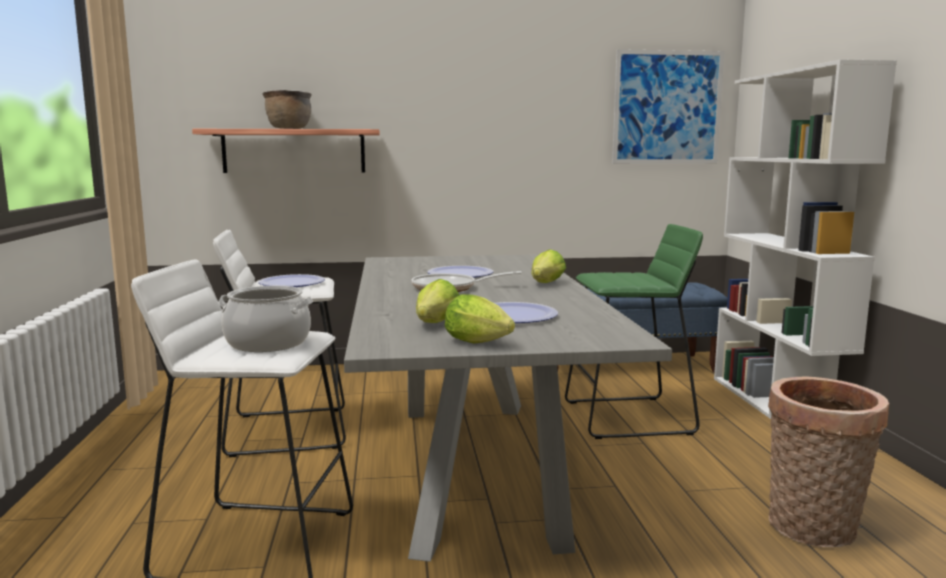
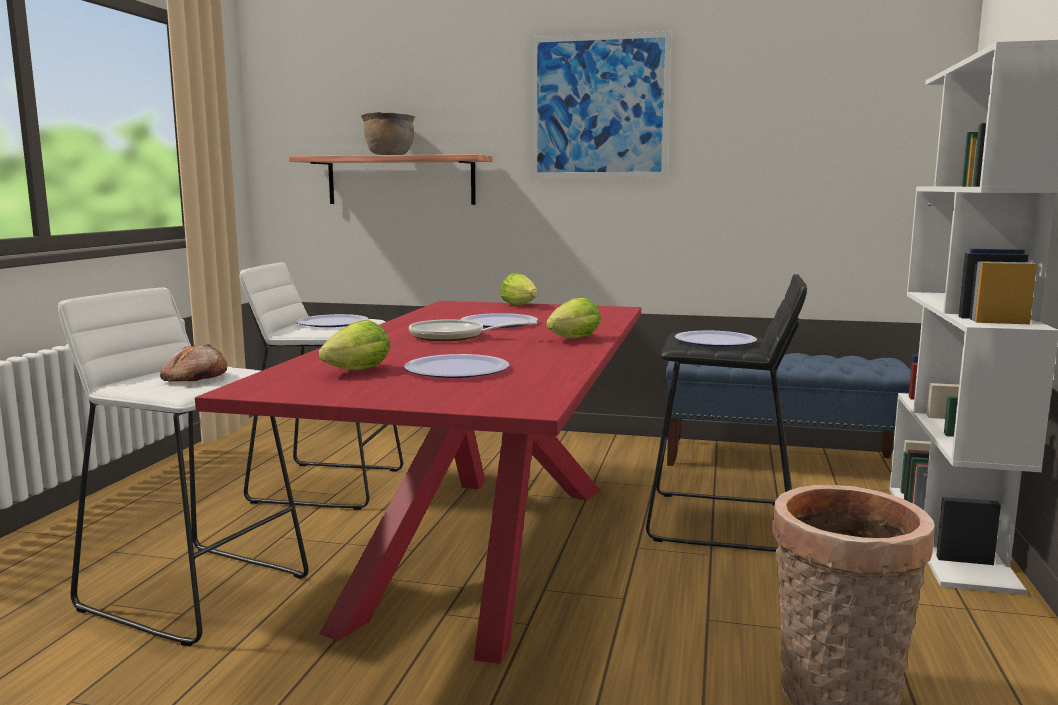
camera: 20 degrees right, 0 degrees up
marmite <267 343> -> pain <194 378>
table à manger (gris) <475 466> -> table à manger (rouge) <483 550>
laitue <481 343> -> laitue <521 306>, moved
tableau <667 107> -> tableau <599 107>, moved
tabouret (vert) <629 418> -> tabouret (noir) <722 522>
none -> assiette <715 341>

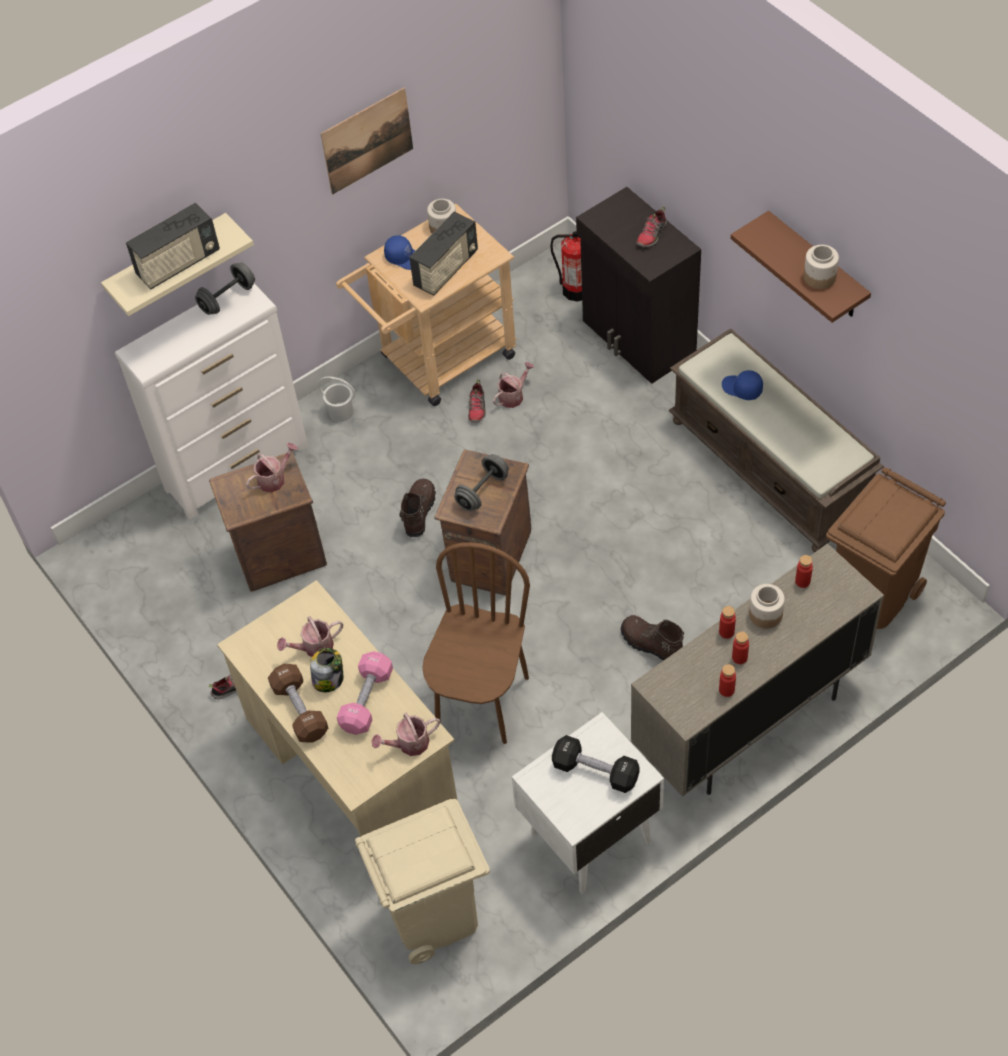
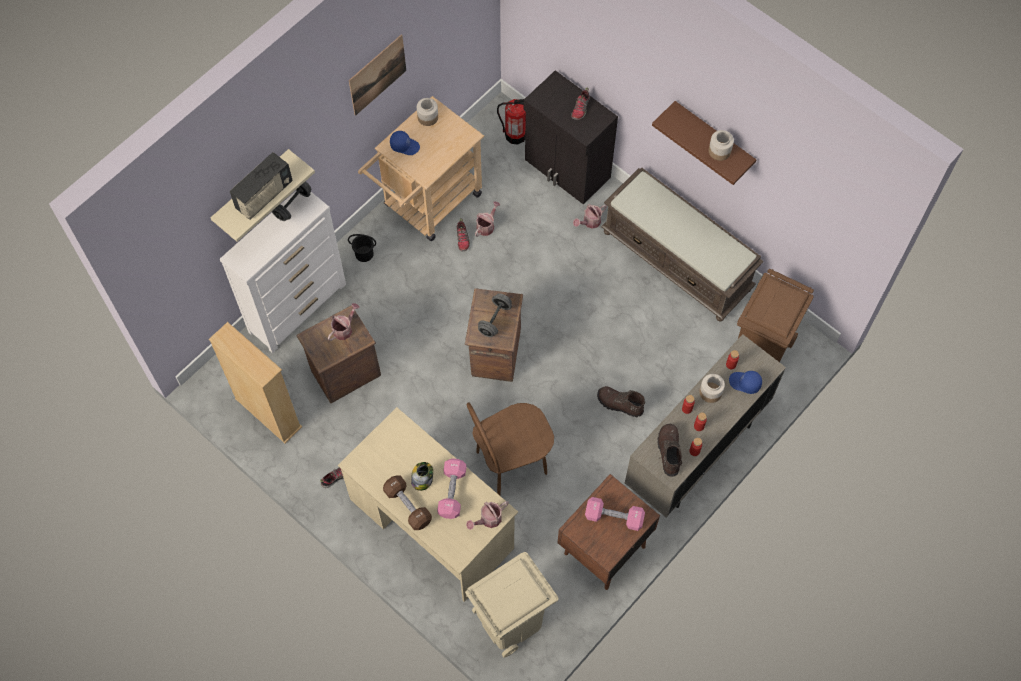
camera: 15 degrees left, 10 degrees up
none -> bibliothèque (beige) <268 413>
seau (blanc) <341 411> -> seau (noir) <364 253>
chaise (marron) <481 702> -> chaise (marron) <511 463>, 120 degrees counterclockwise
table de chevet (blanc) <588 837> -> table de chevet (marron) <603 550>
arrosoir <314 648> -> arrosoir <589 222>, moved
haltère (noir) <595 771> -> haltère (rose) <614 517>
botte (marron) <418 512> -> botte (marron) <668 452>, moved
casquette (bleu) <741 389> -> casquette (bleu) <744 383>, moved
radio <446 270> -> none

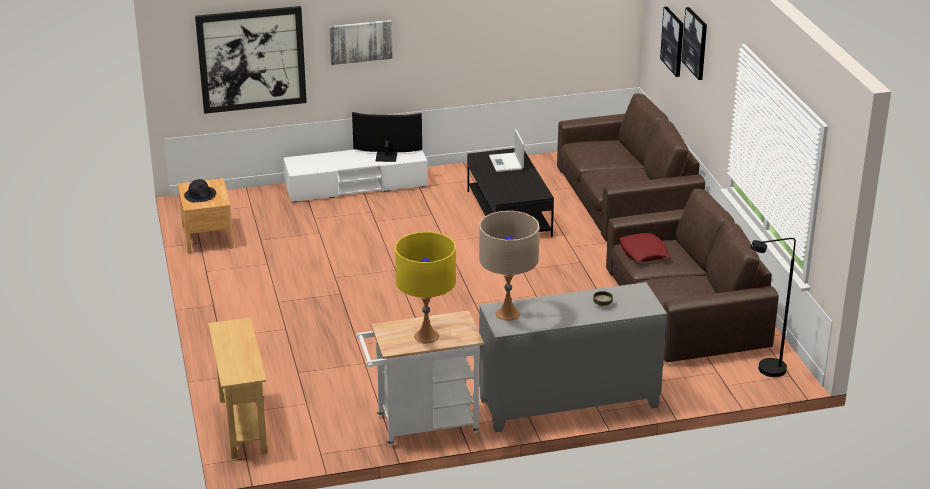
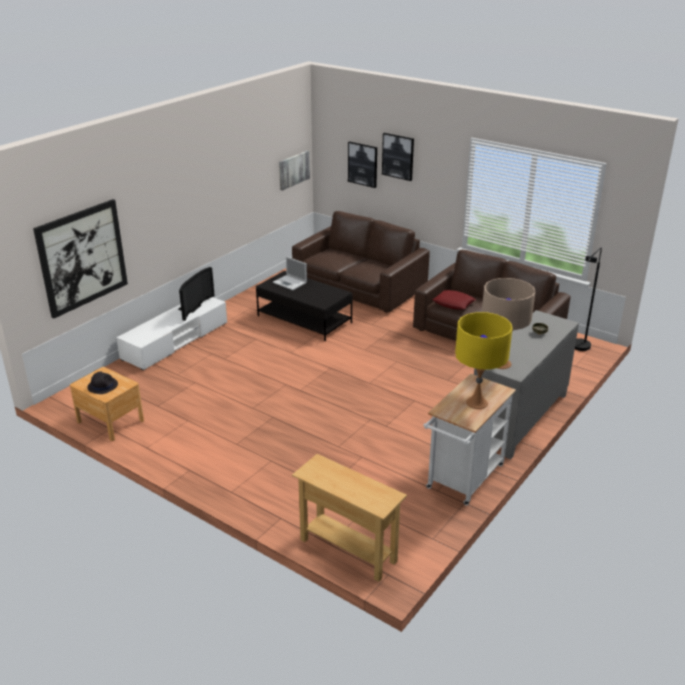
camera: 40 degrees left, 0 degrees up
téléviseur <387 155> -> téléviseur <192 308>, 150 degrees clockwise
tableau <360 41> -> tableau <293 170>, moved

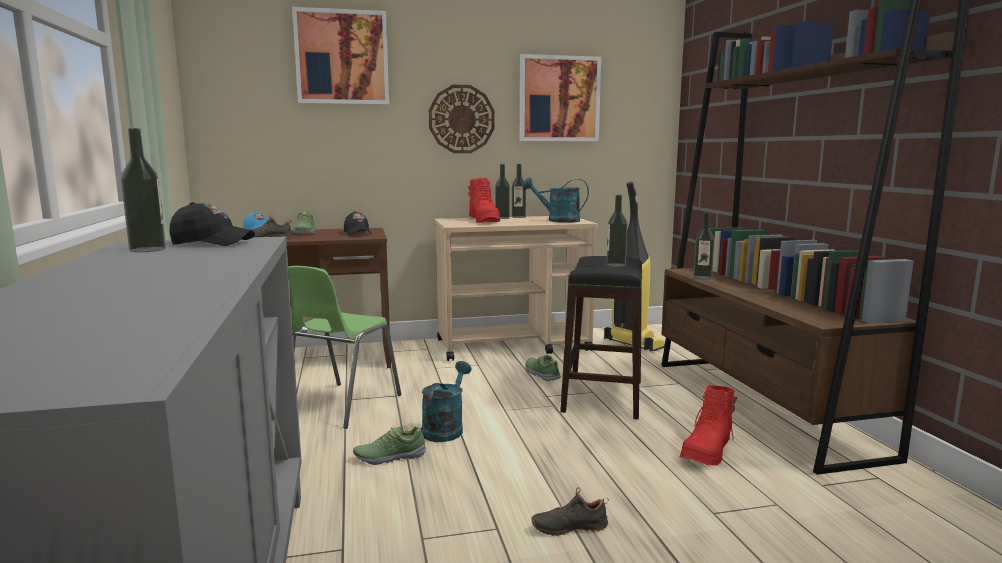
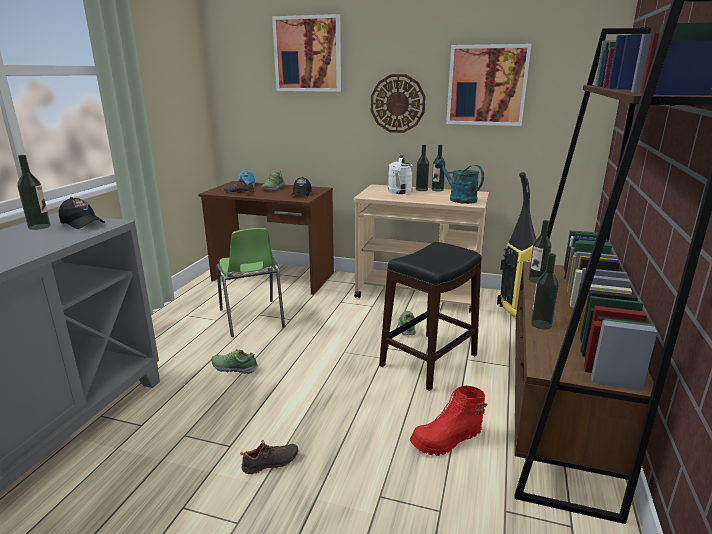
camera: 30 degrees right, 10 degrees up
chaise (vert) <341 405> -> chaise (vert) <252 318>, 75 degrees counterclockwise
chaussure (noir) <569 526> -> chaussure (noir) <271 463>, 135 degrees clockwise
botte (rouge) <484 221> -> arrosoir (blanc) <399 192>
bouteille <616 265> -> bouteille <541 324>, moved
arrosoir (turquoise) <445 428> -> none

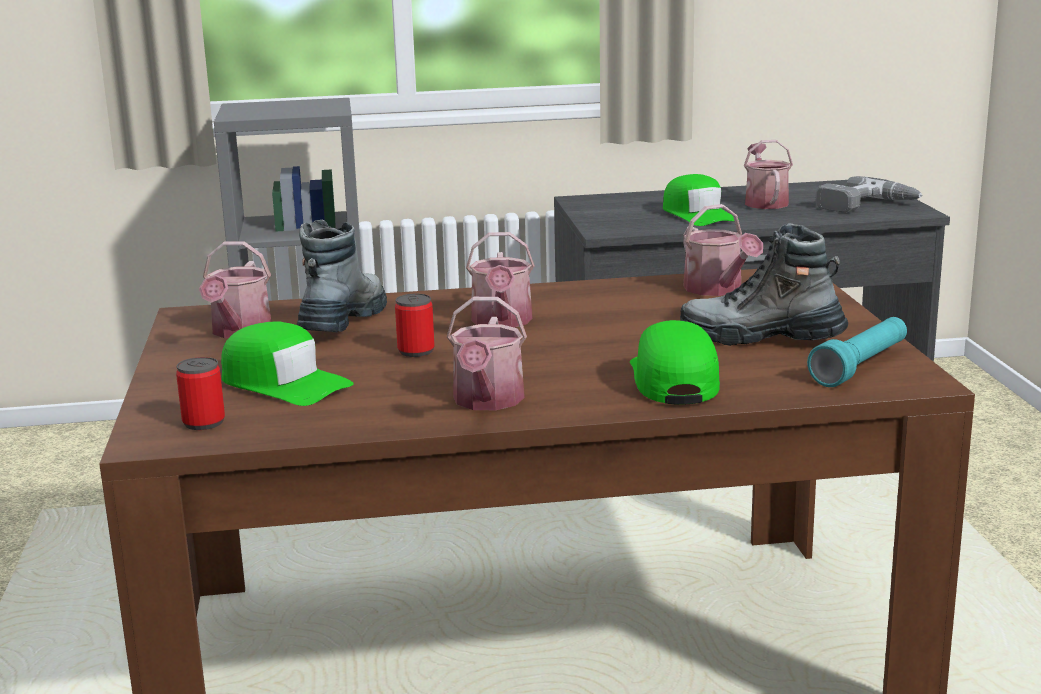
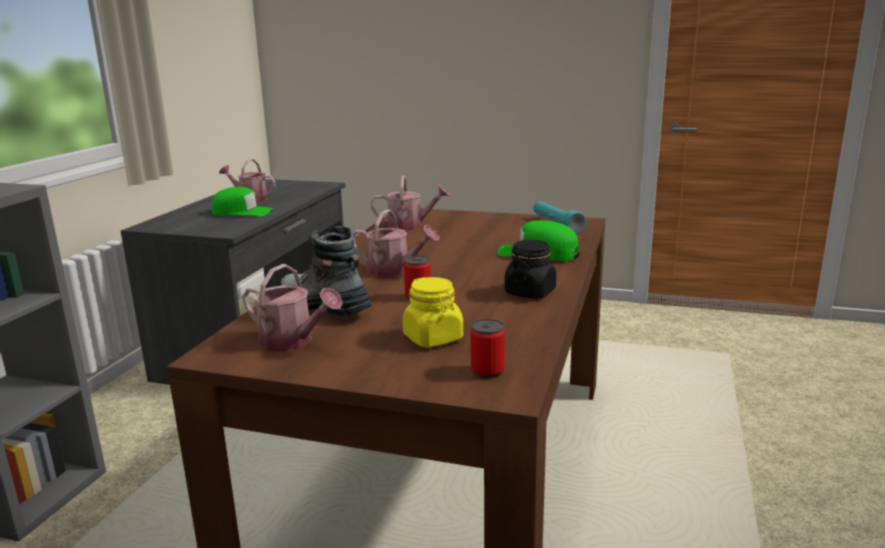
camera: 65 degrees left, 0 degrees up
casquette (vert) <284 383> -> bocal (jaune) <433 338>
arrosoir <487 401> -> bocal (noir) <530 292>
botte <761 337> -> none
perceuse <867 206> -> none

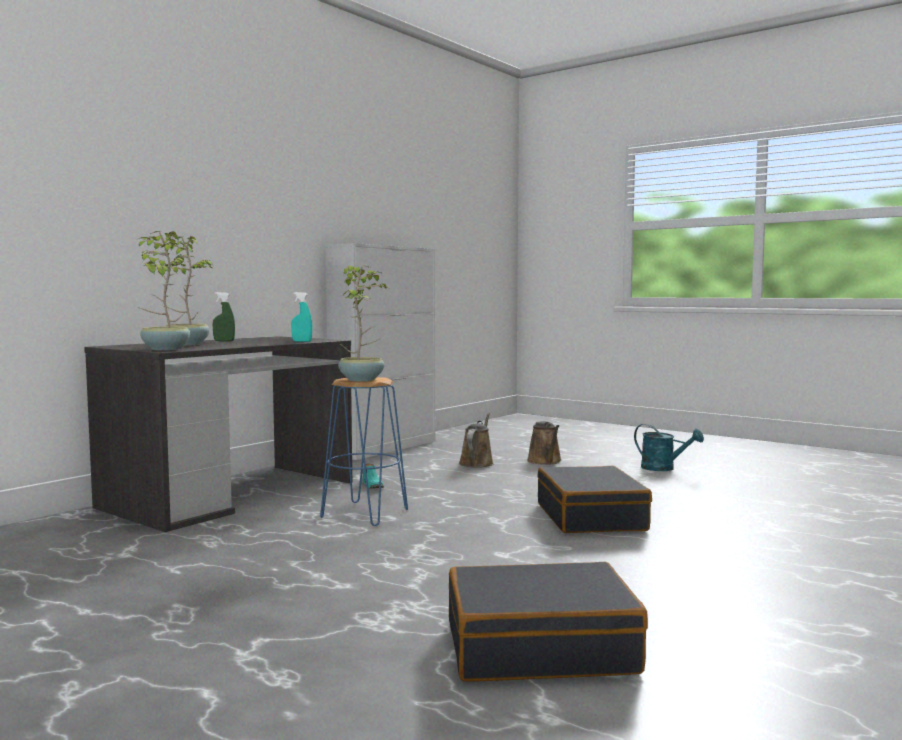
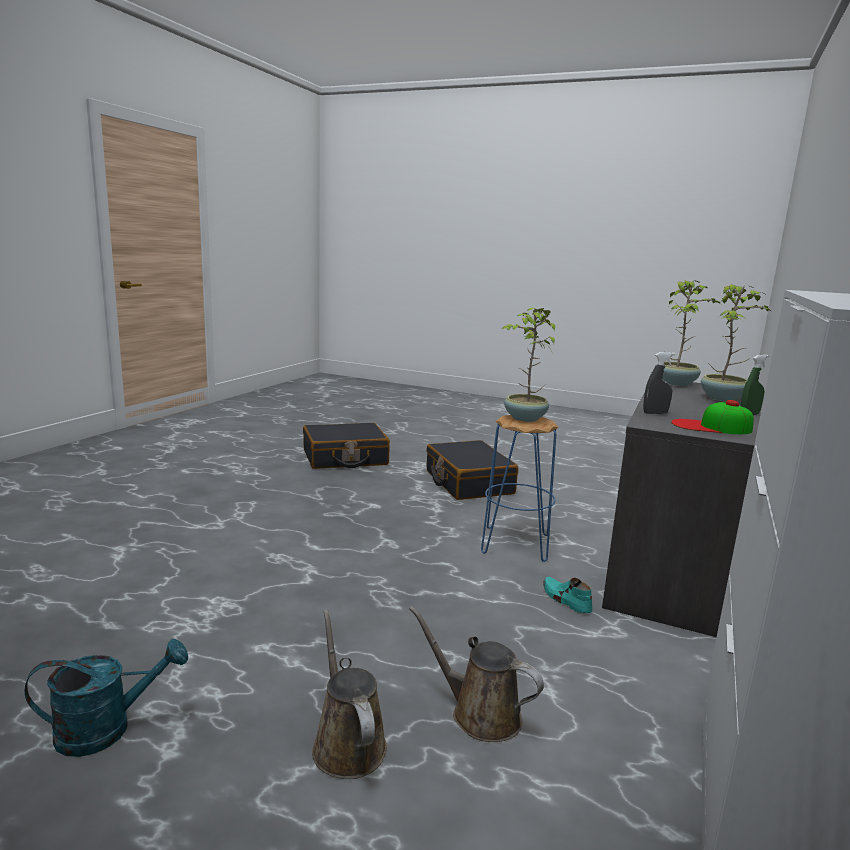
camera: 165 degrees right, 10 degrees up
arrosoir (turquoise) <663 468> -> arrosoir (turquoise) <107 728>, 135 degrees clockwise
arrosoir (marron) <477 463> -> arrosoir (marron) <479 713>, 120 degrees clockwise
valise (noir) <591 517> -> valise (noir) <468 482>, moved
vaporisateur (turquoise) <302 341> -> vaporisateur (gris) <655 413>
none -> casquette <711 427>

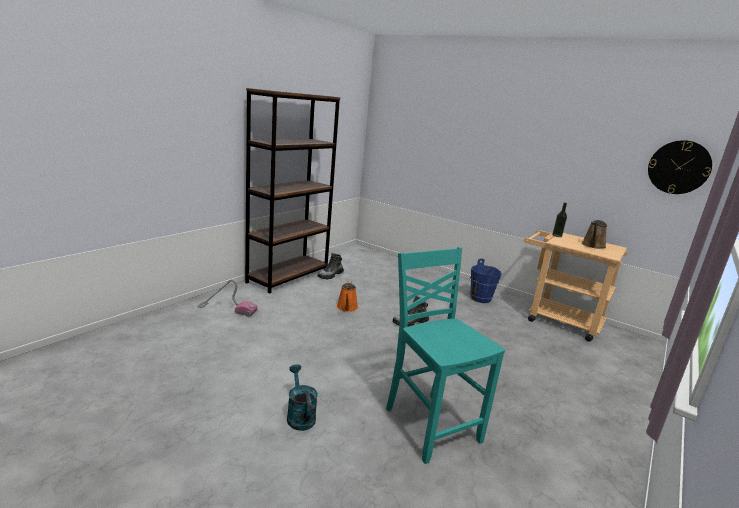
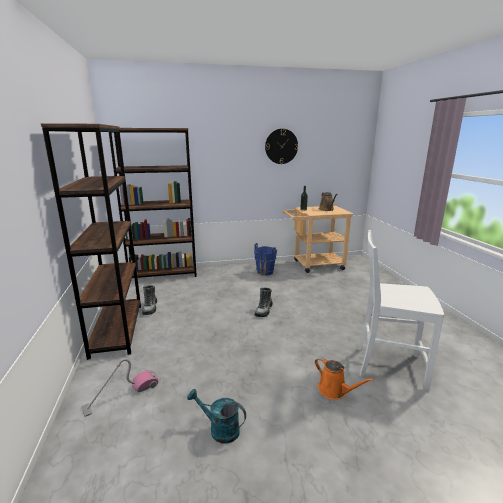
camera: 45 degrees left, 0 degrees up
none -> bibliothèque (marron) <163 274>
arrosoir (turquoise) <299 415> -> arrosoir (turquoise) <219 429>, moved
horloge murale <679 167> -> horloge murale <281 146>, moved
arrosoir (orange) <347 308> -> arrosoir (orange) <334 391>, moved
chaise (turquoise) <430 424> -> chaise (blanc) <388 365>

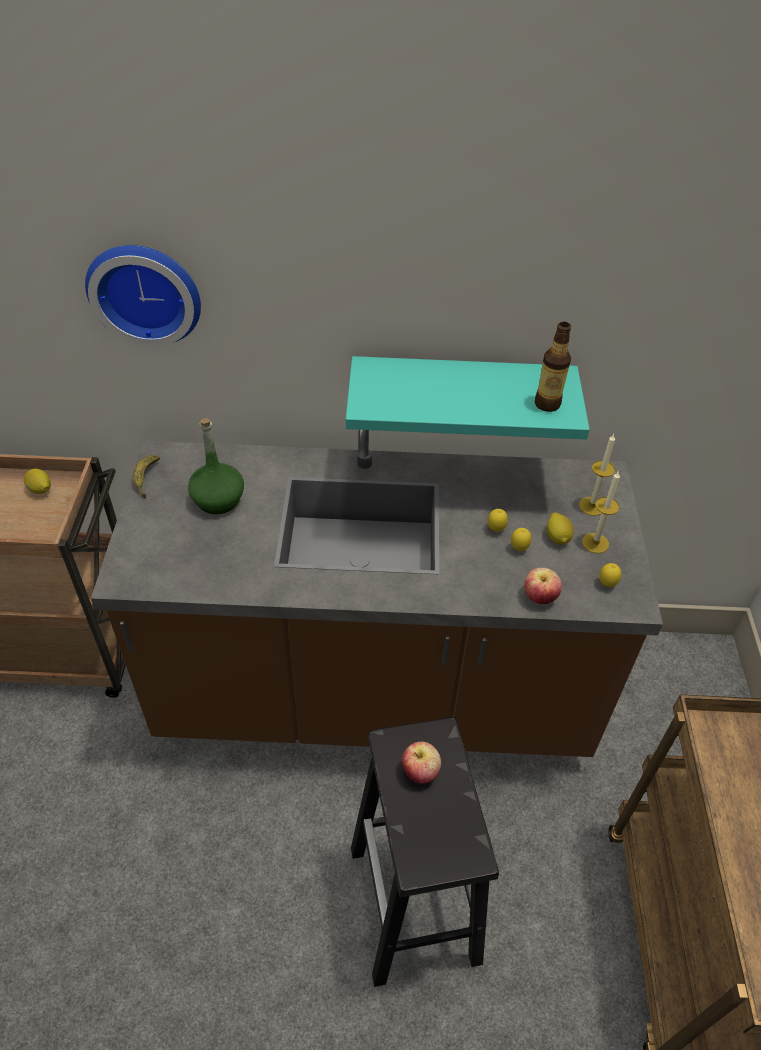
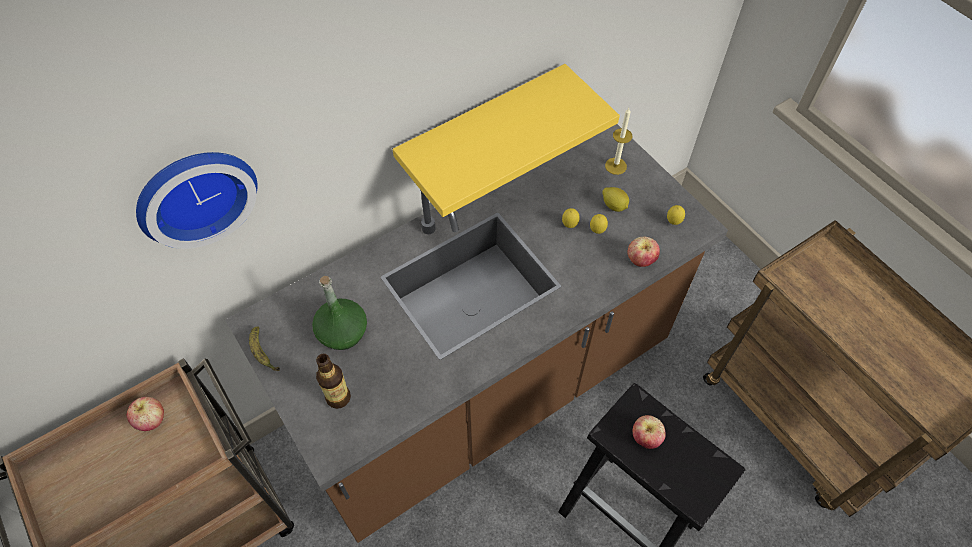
camera: 35 degrees left, 10 degrees up
citron <40 490> -> pomme <152 420>
bouteille <547 404> -> bouteille <338 397>, moved
étagère (turquoise) <460 394> -> étagère (jaune) <482 131>
bougie <595 543> -> none

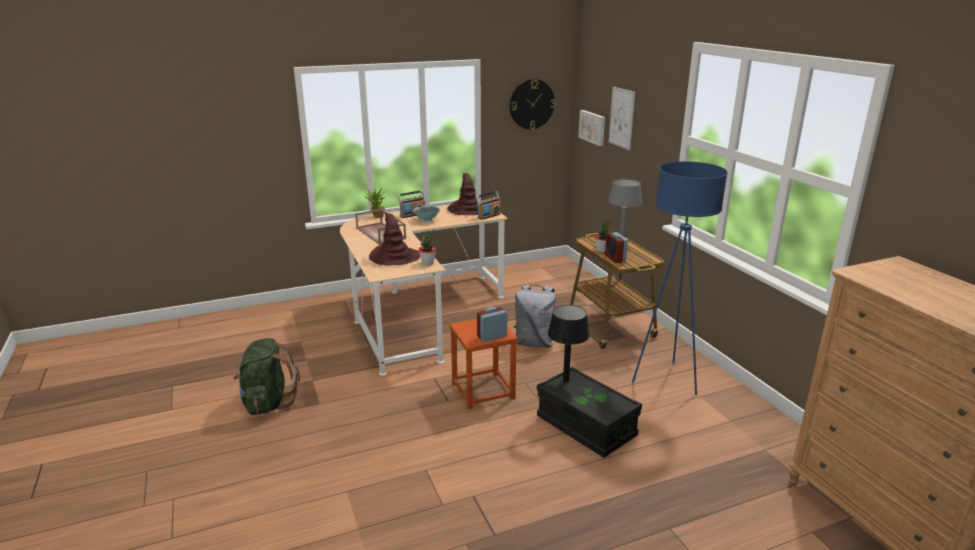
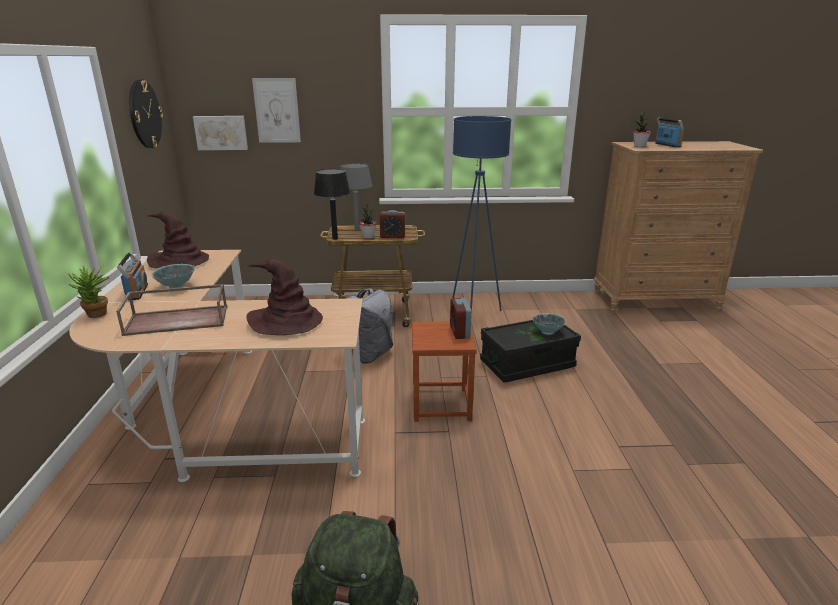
camera: 70 degrees left, 0 degrees up
lampe de table (noir) <565 380> -> lampe de table (noir) <334 239>, moved
none -> bol <547 332>
plante en pot <427 263> -> plante en pot <639 146>, moved
radio <488 216> -> radio <667 145>, moved

